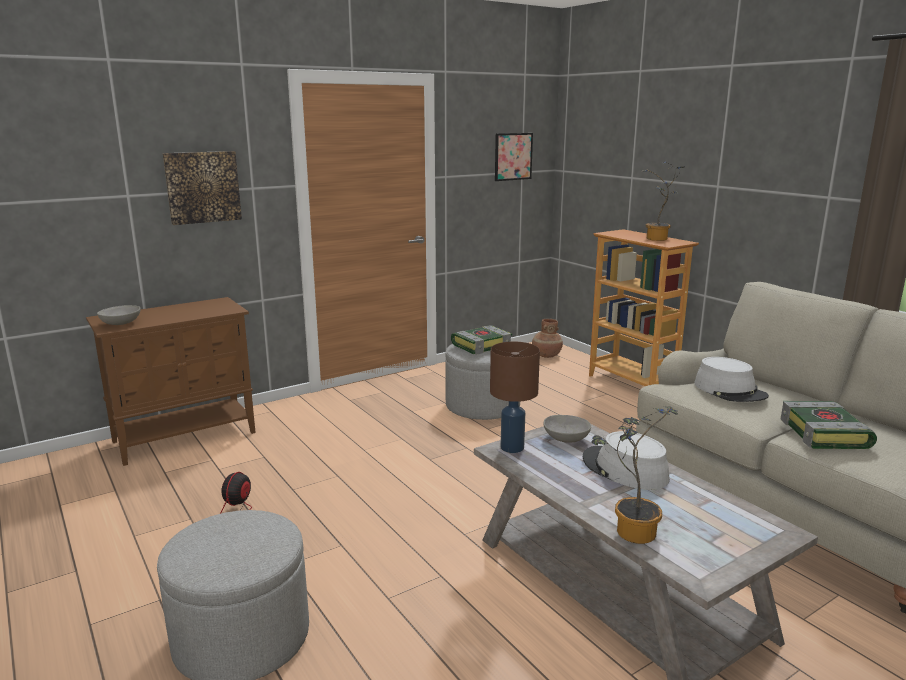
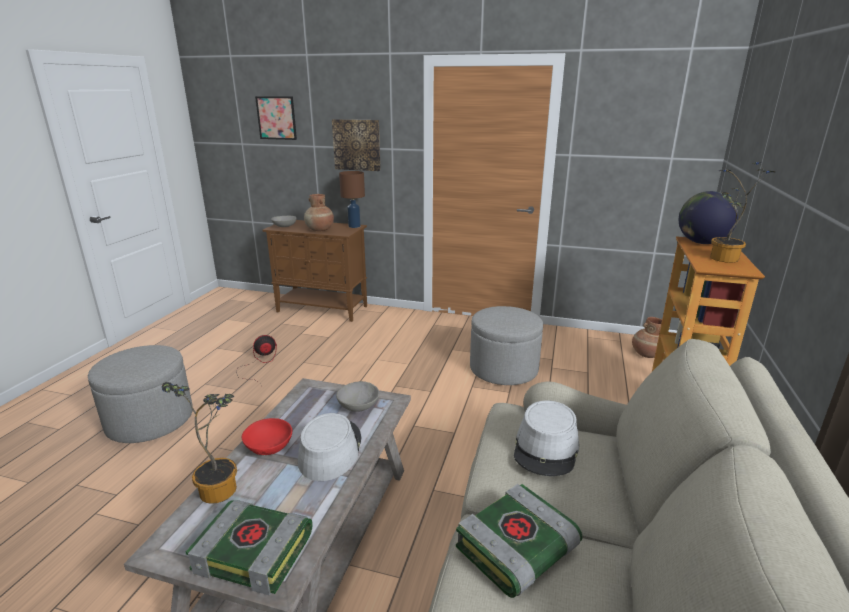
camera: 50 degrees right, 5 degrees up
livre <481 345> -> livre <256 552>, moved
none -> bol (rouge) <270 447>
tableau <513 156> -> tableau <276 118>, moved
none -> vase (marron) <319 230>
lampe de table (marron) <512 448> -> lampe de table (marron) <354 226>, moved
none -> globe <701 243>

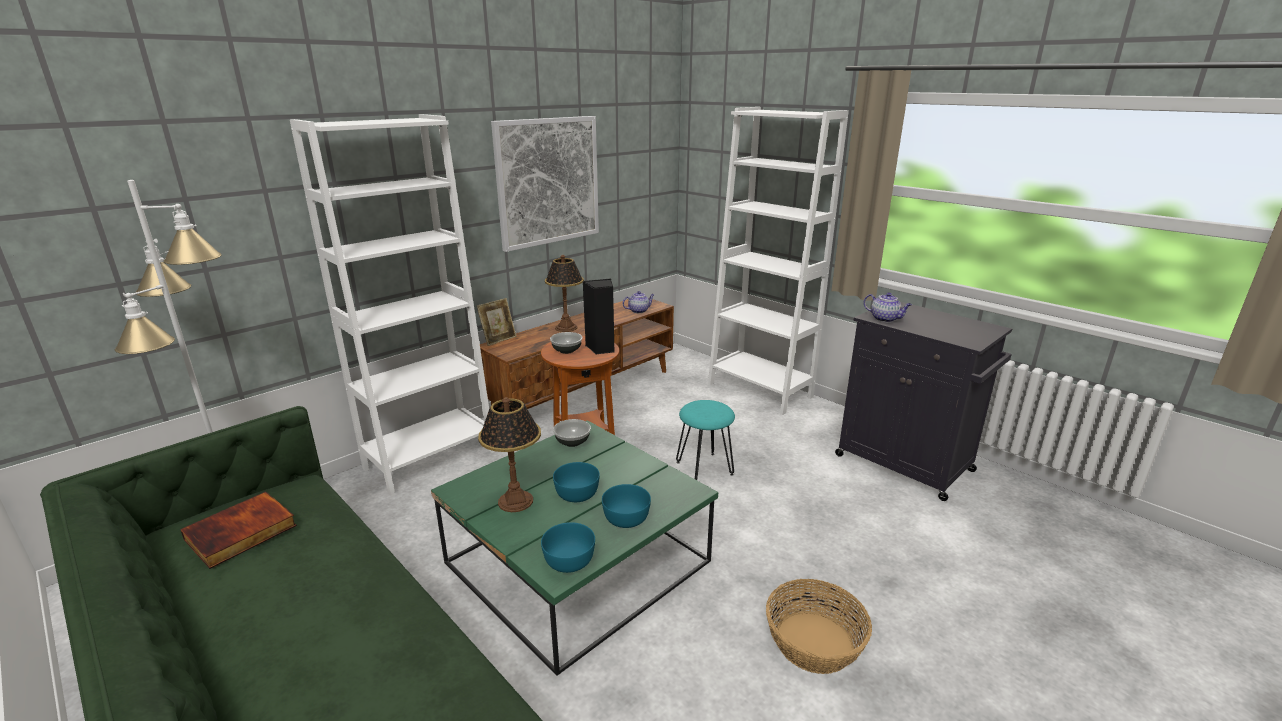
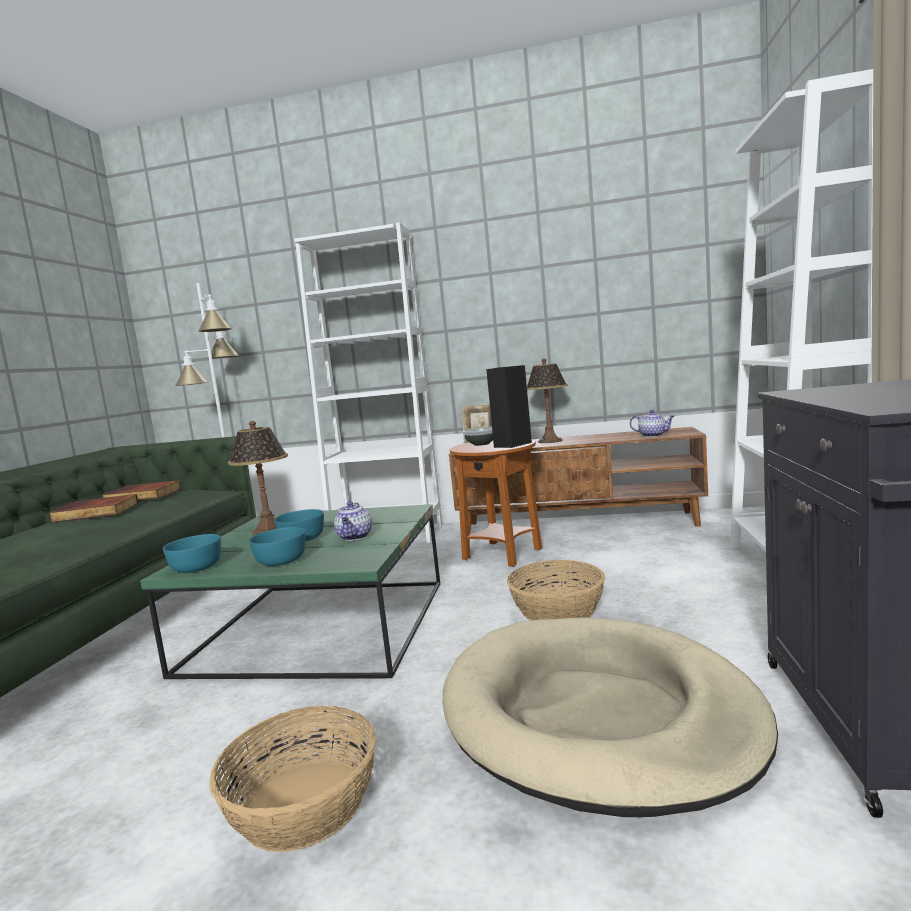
camera: 55 degrees right, 15 degrees down
none -> livre <95 513>
théière <885 319> -> théière <355 537>, moved
none -> panier pour chien (beige) <597 715>
tabouret (turquoise) <705 468> -> panier <558 610>
tableau <548 181> -> none
bol <572 442> -> none

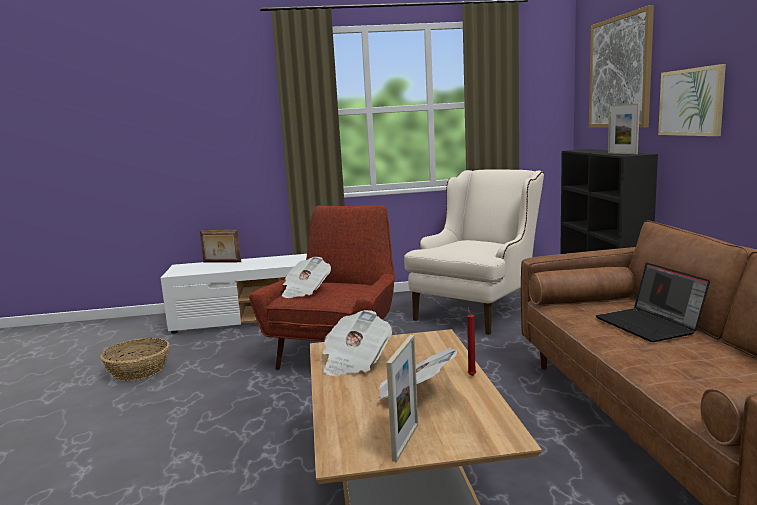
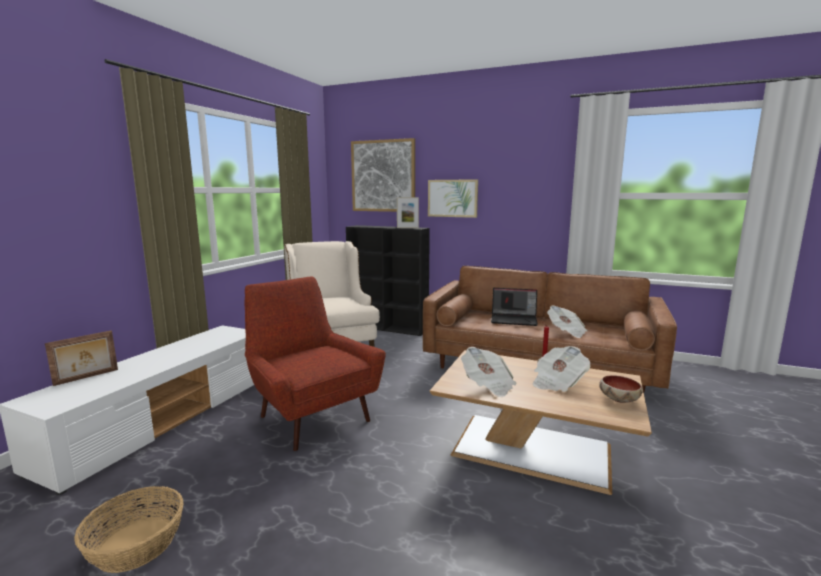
camera: 60 degrees left, 0 degrees up
journal <305 291> -> journal <566 332>, moved
cadre photo <405 441> -> bol <618 399>

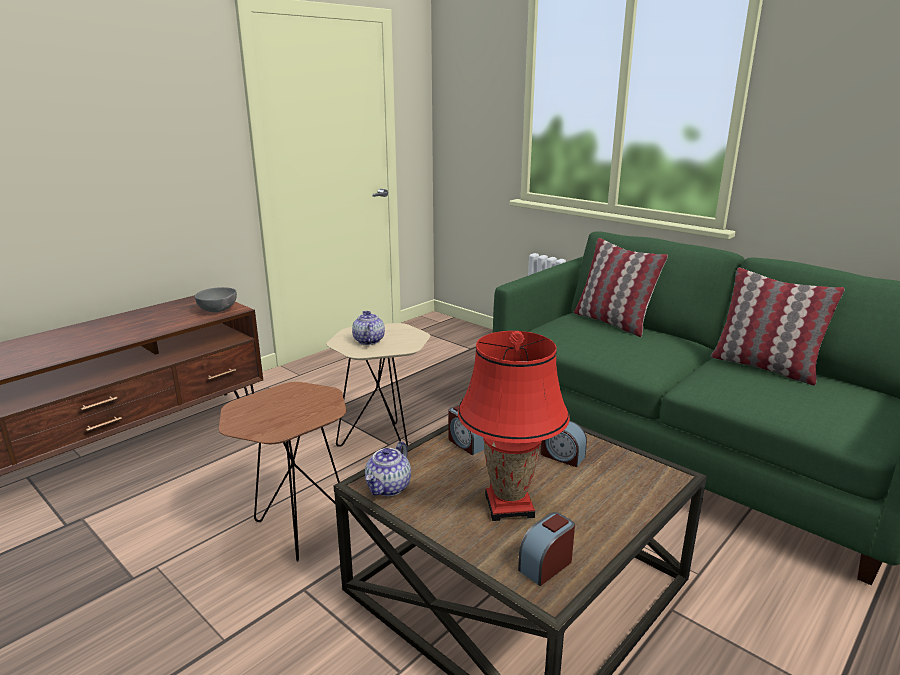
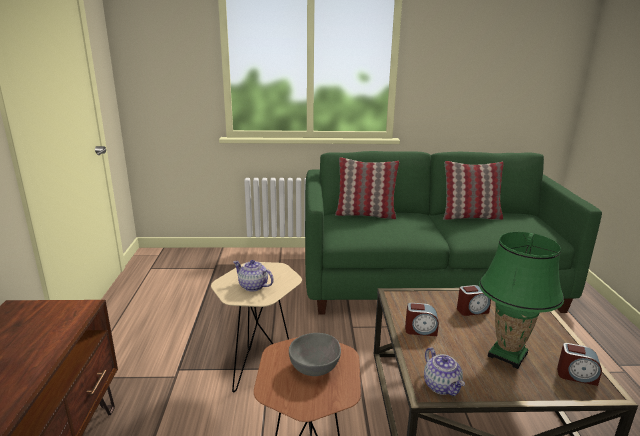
camera: 45 degrees left, 0 degrees up
bol (gris) <218 311> -> bol (gris) <316 368>, moved
lampe de table (rouge) <509 506> -> lampe de table (vert) <507 355>
réveil <546 565> -> réveil <576 376>, 75 degrees counterclockwise

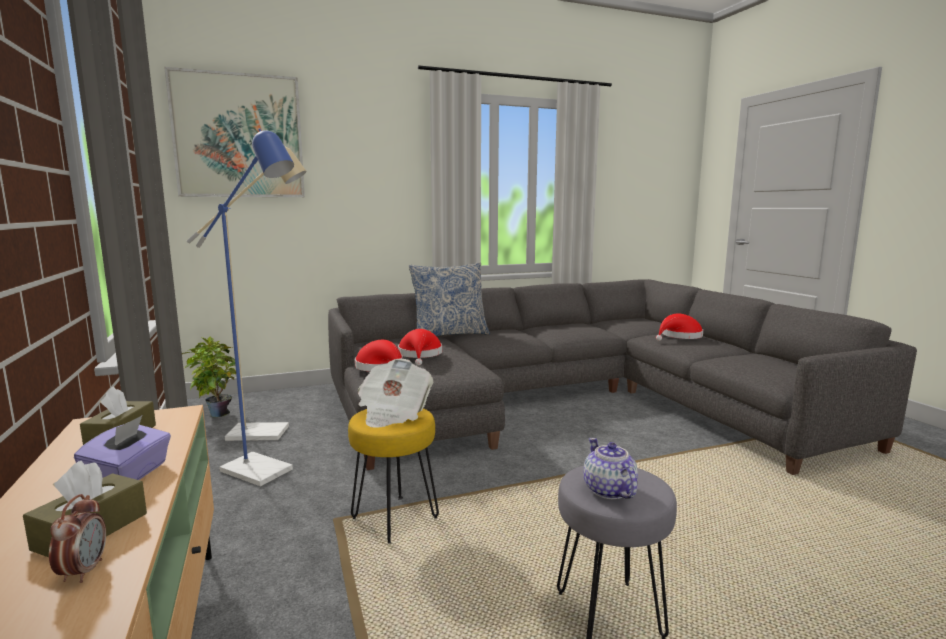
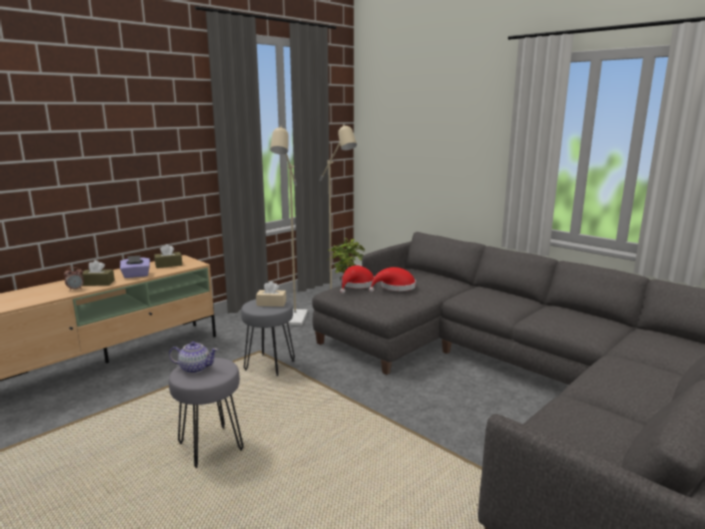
camera: 65 degrees right, 5 degrees up
théière <608 491> -> théière <195 368>, 45 degrees clockwise
tabouret (jaune) <395 518> -> tabouret (gris) <270 365>
journal <393 413> -> boîte à mouchoirs (beige) <271 303>
lampadaire (bleu) <265 473> -> lampadaire (beige) <292 321>
tableau <239 136> -> none
coussin <449 334> -> none
chapeau (rouge) <679 336> -> none

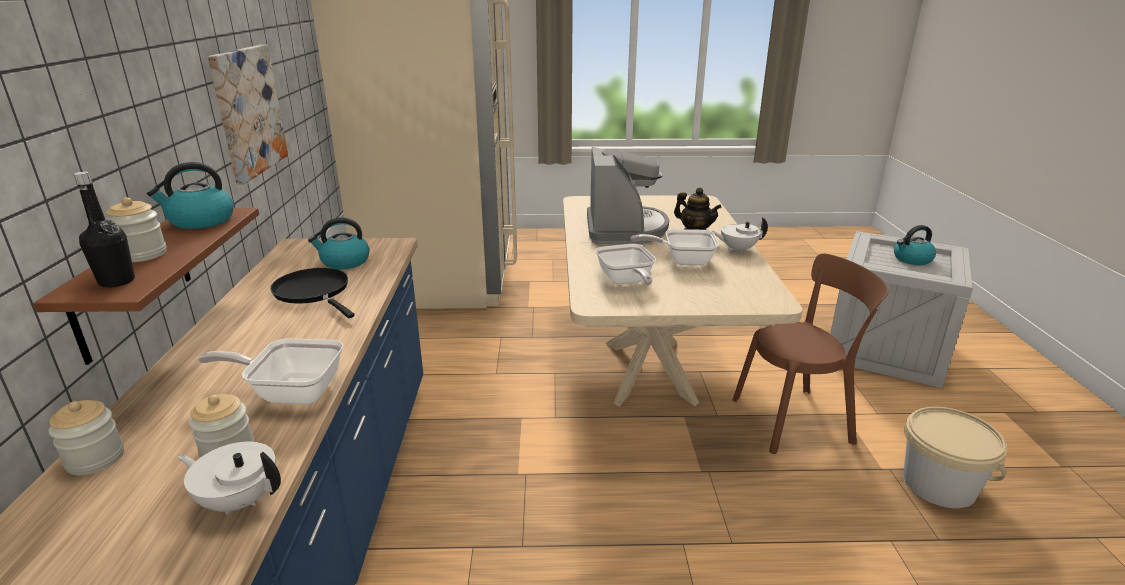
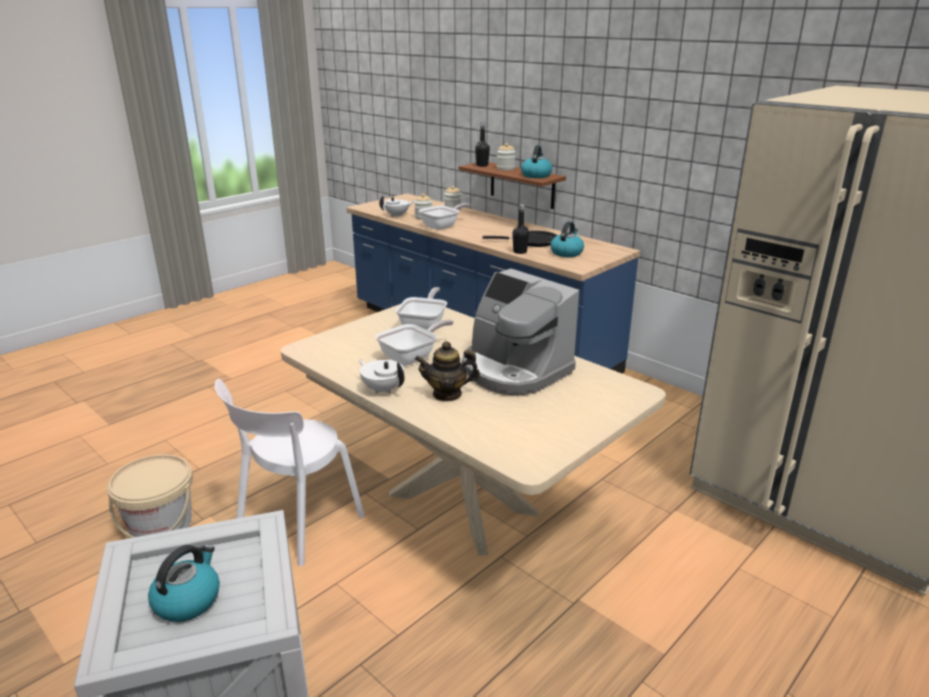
camera: 135 degrees right, 0 degrees up
chaise (marron) <796 419> -> chaise (blanc) <296 525>
théière (blanc) <737 249> -> théière (blanc) <382 389>, 90 degrees counterclockwise
poêle <625 281> -> poêle <424 325>, 75 degrees clockwise
none -> bouteille (noir) <520 252>
tableau <247 111> -> none

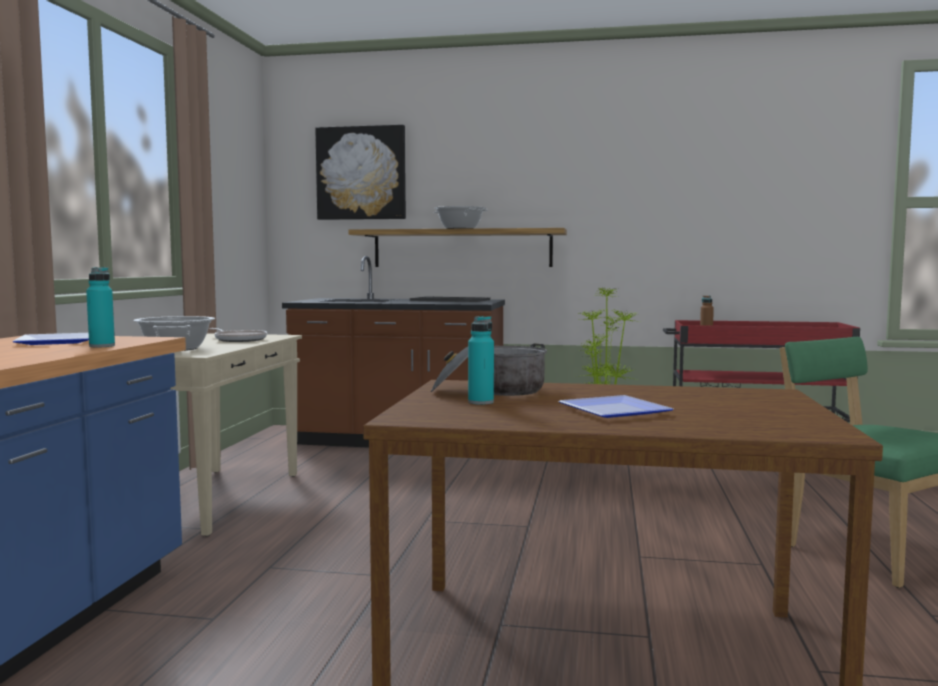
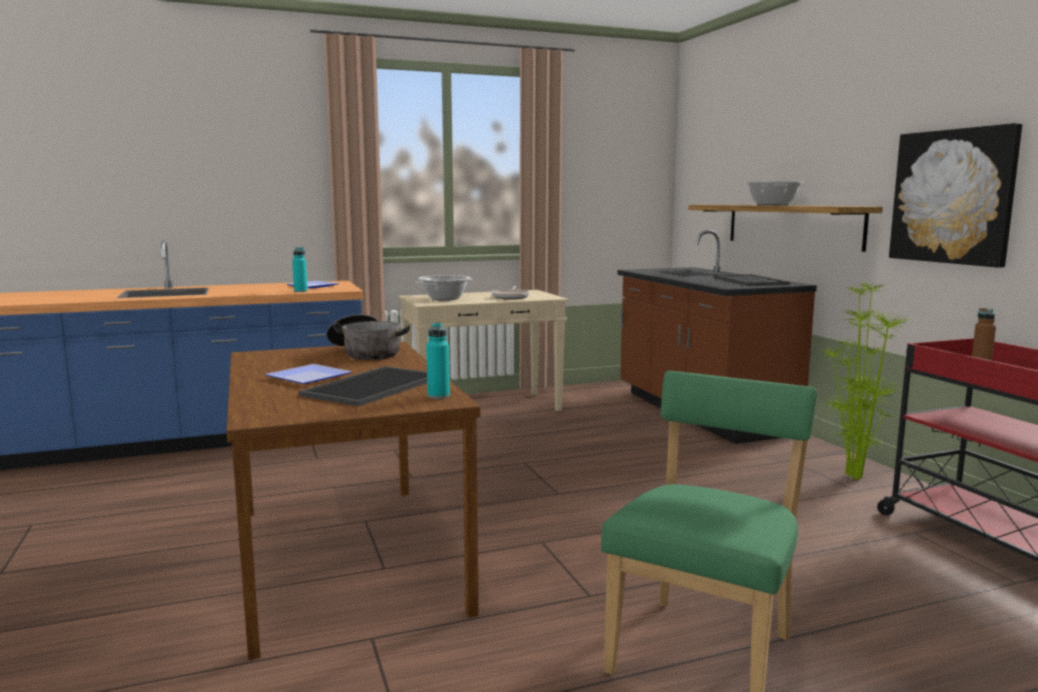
camera: 60 degrees right, 5 degrees up
none -> plateau <374 387>
bouteille (turquoise) <480 402> -> bouteille (turquoise) <438 396>, moved
tableau <361 173> -> tableau <953 196>, moved

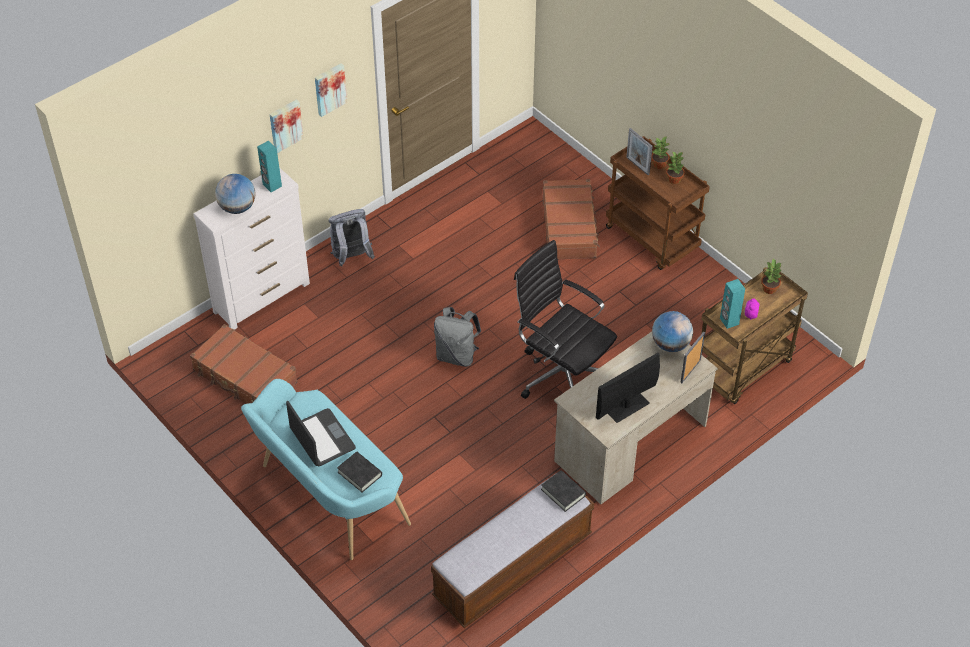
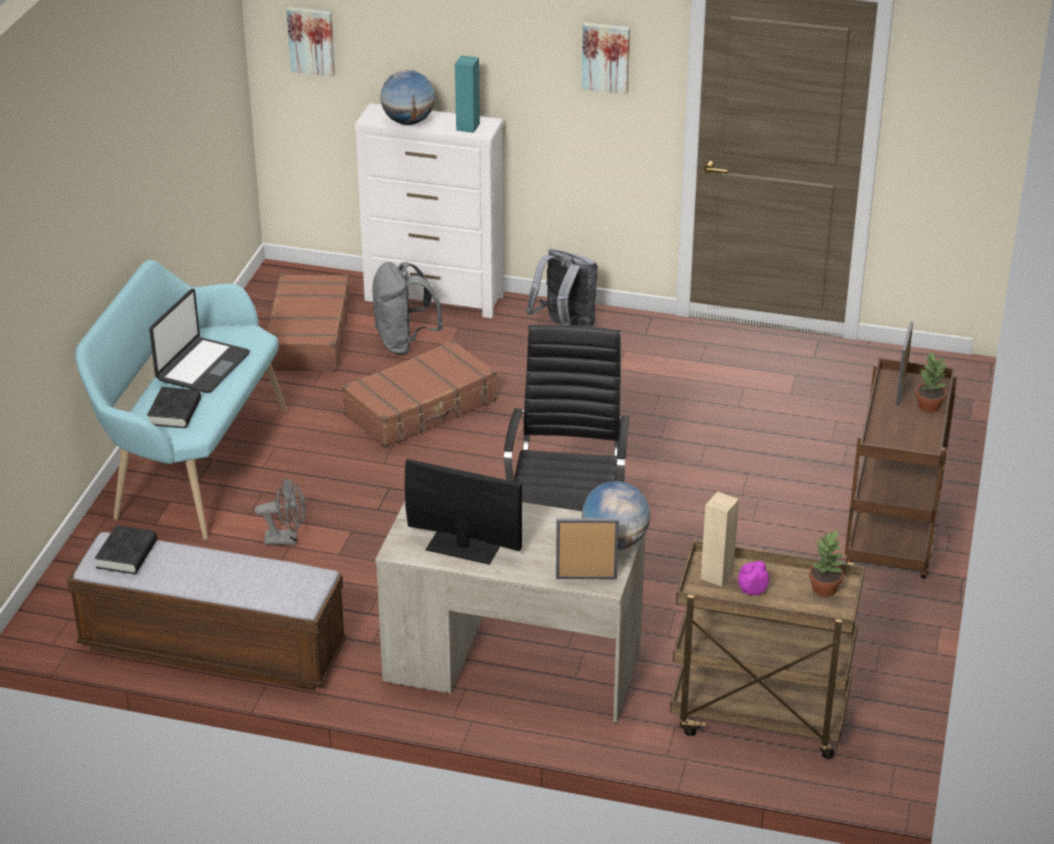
camera: 55 degrees right, 15 degrees down
livre (noir) <563 493> -> livre (noir) <127 554>, moved
none -> ventilateur (gris) <286 539>
tableau <285 125> -> tableau <312 40>, moved
valise (marron) <569 227> -> valise (marron) <421 408>, moved
sac à dos (gris) <457 355> -> sac à dos (gris) <404 343>, moved
enceinte (turquoise) <729 321> -> enceinte (beige) <716 575>
plante en pot <674 179> -> none

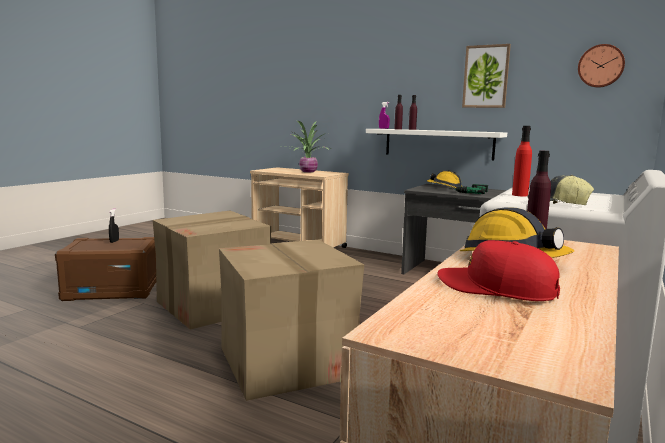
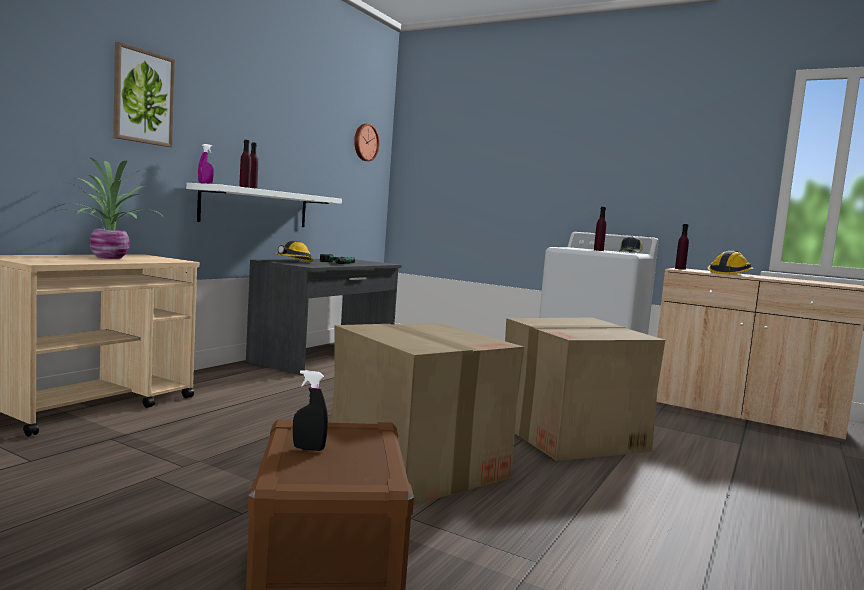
camera: 90 degrees left, 5 degrees down
tableau <486 76> -> tableau <143 97>, moved
bouteille (rouge) <520 195> -> bouteille (violet) <598 250>
casquette (rouge) <496 288> -> none

